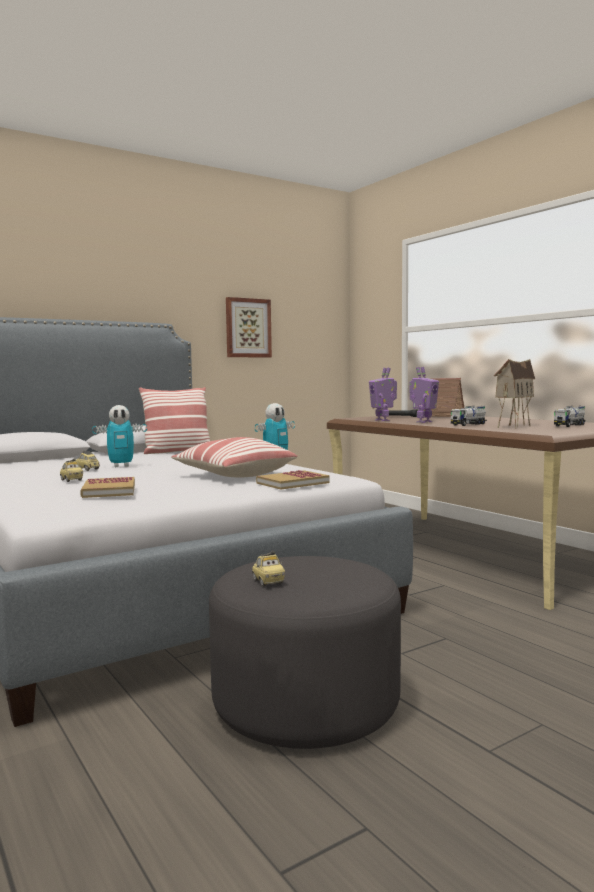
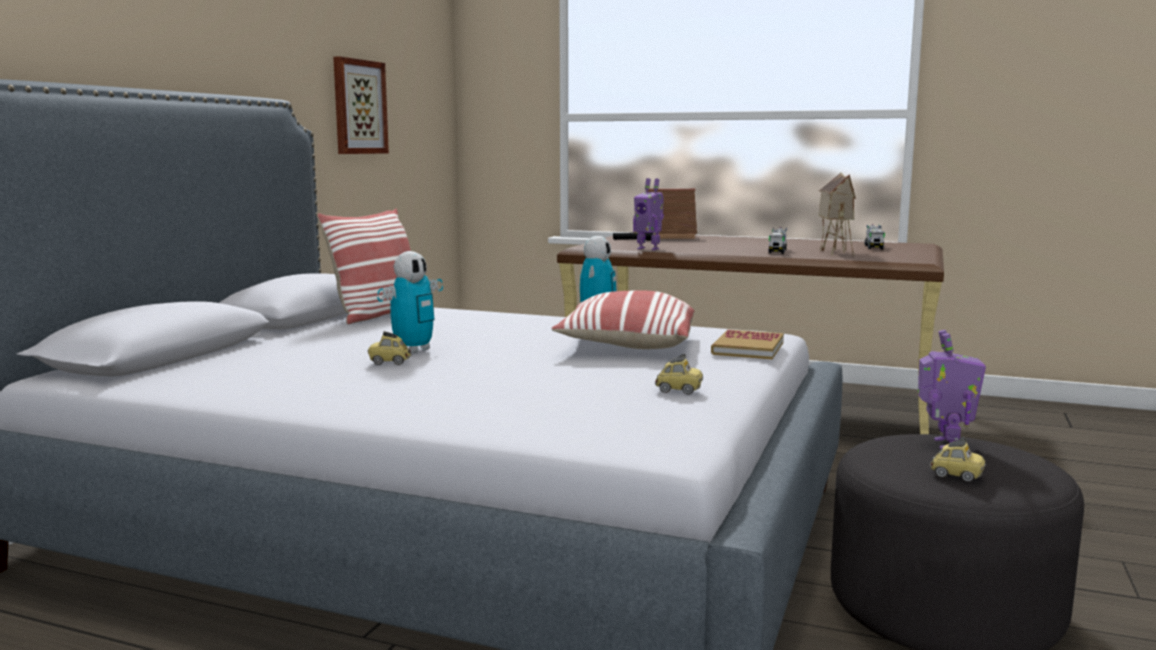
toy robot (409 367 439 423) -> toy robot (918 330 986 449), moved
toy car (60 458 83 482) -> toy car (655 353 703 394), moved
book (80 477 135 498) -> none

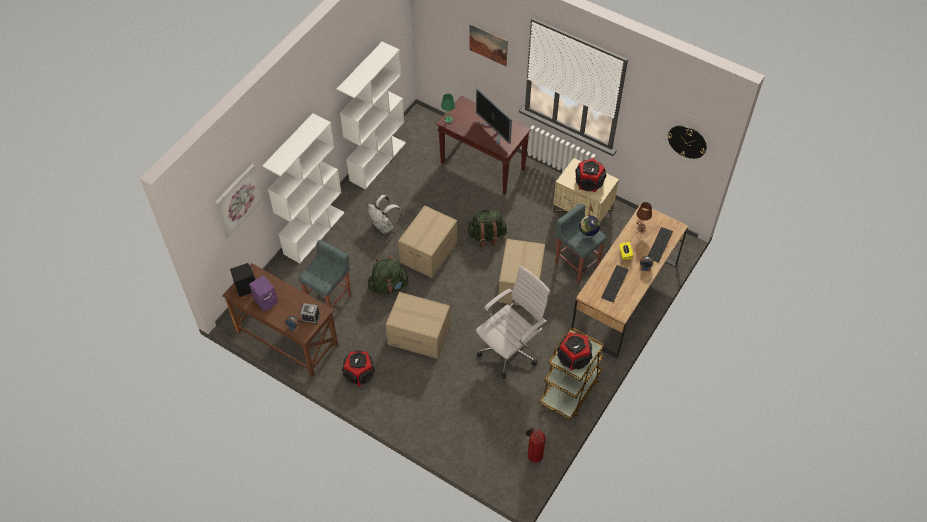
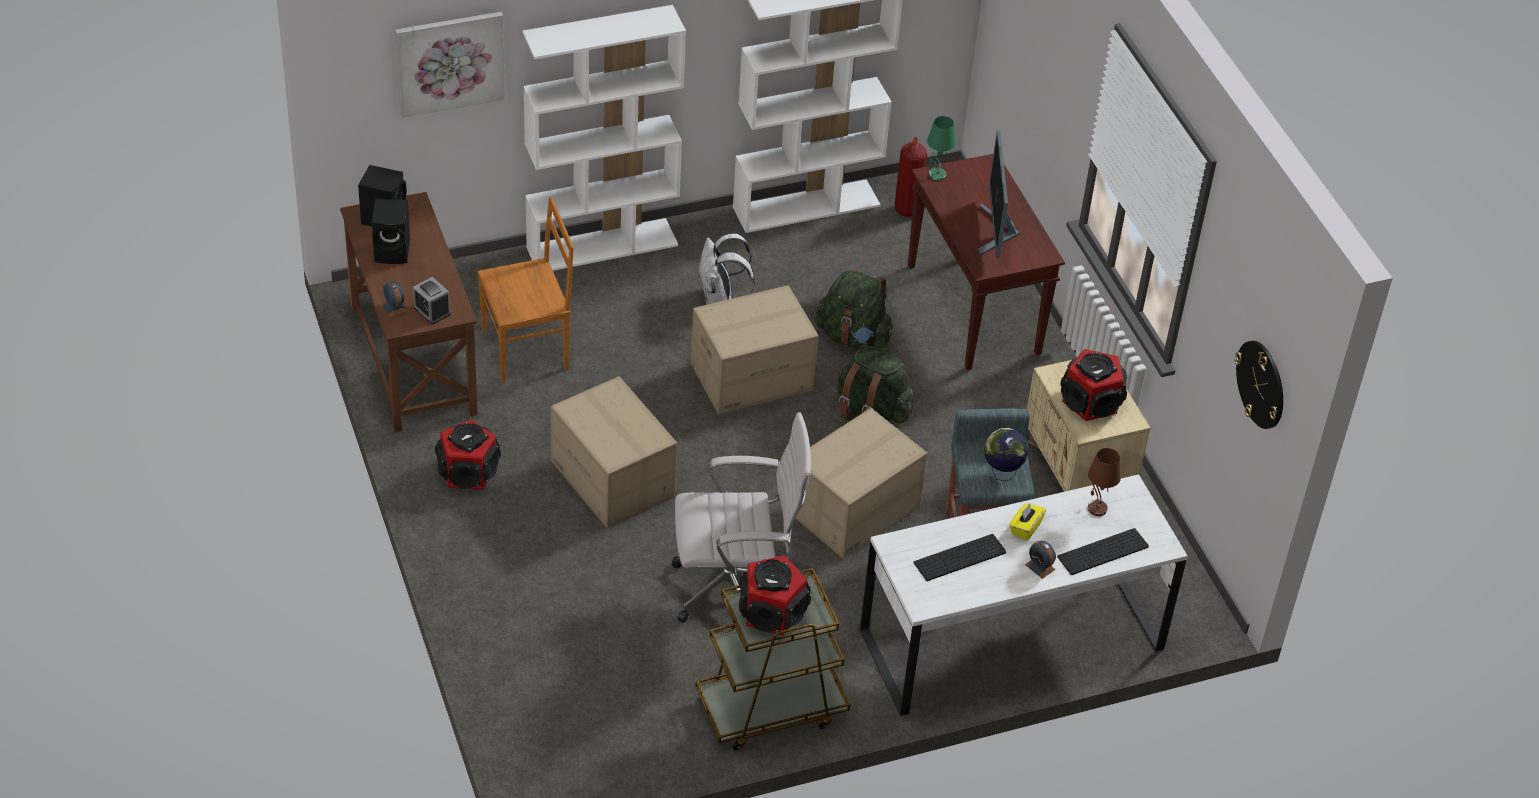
picture (469 24 508 66) -> none
desk/brown (571 203 688 359) -> desk/white (860 474 1187 716)
stool/grey (299 240 352 308) -> chair/brown (478 196 574 383)
backpack/green (368 255 409 295) -> backpack/green (815 270 893 349), moved
speaker/purple (249 275 278 311) -> speaker/black (372 199 410 264)
fire extinguisher (526 428 546 463) -> fire extinguisher (895 137 927 217), moved

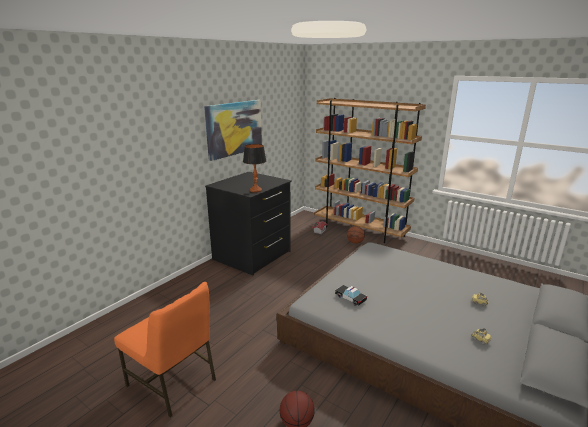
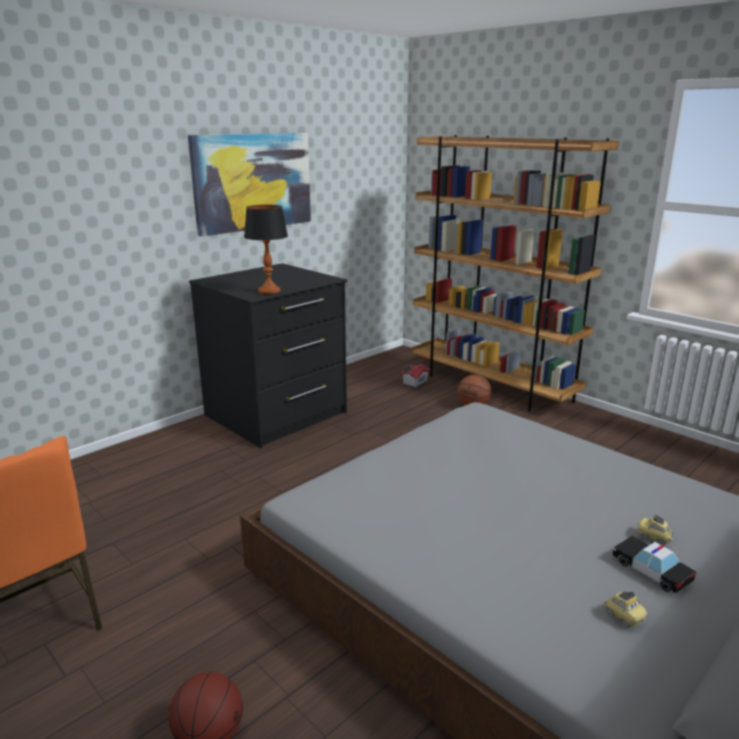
toy car (335 285 367 306) -> toy car (613 536 696 594), moved

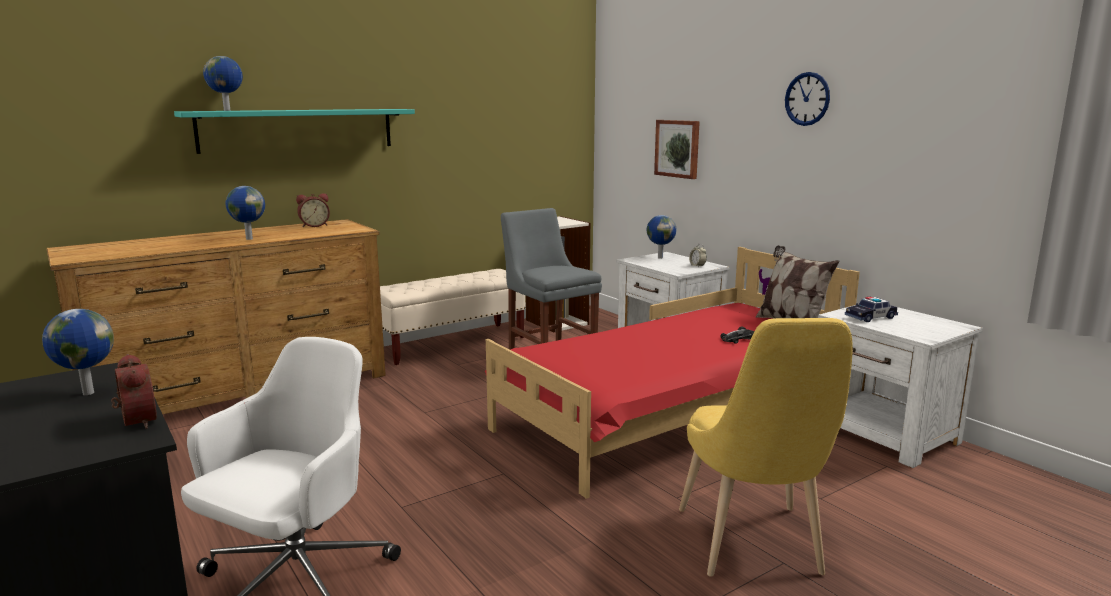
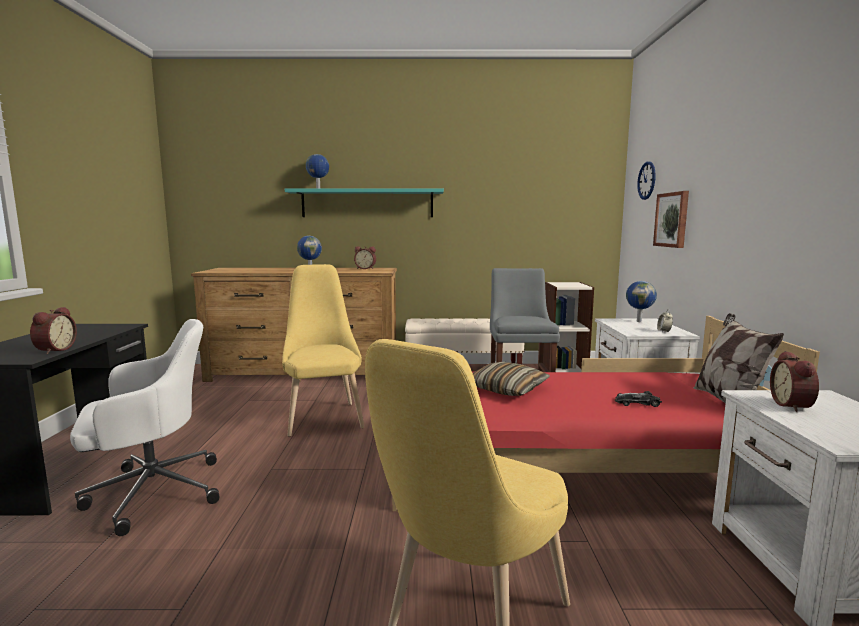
wall clock (785 72 830 126) -> wall clock (637 161 655 200), moved
toy car (845 297 898 322) -> alarm clock (770 351 819 412)
globe (42 309 114 395) -> none
none -> chair/yellow (282 264 364 437)
none -> pillow (473 362 550 396)

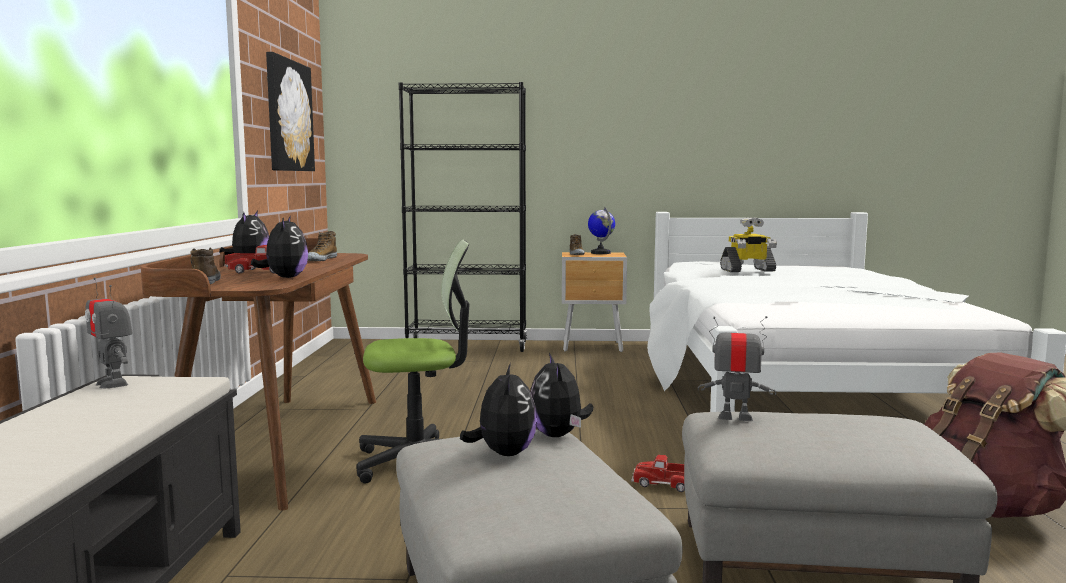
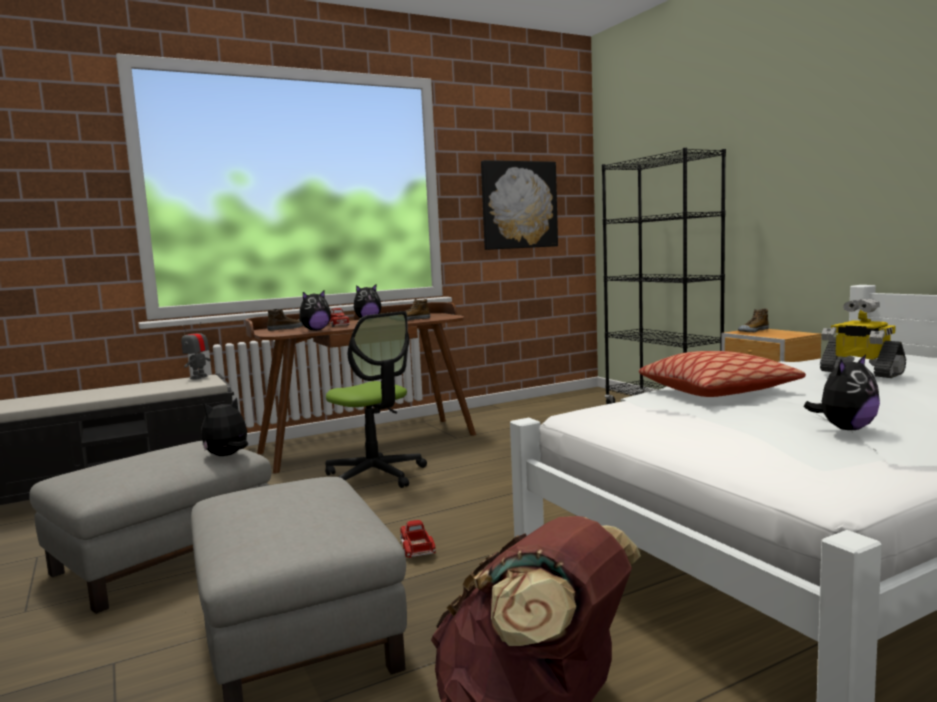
globe (588 207 615 254) -> none
toy robot (698 316 776 421) -> none
plush toy (460 363 537 456) -> plush toy (804 354 880 430), moved
none -> pillow (639 351 806 397)

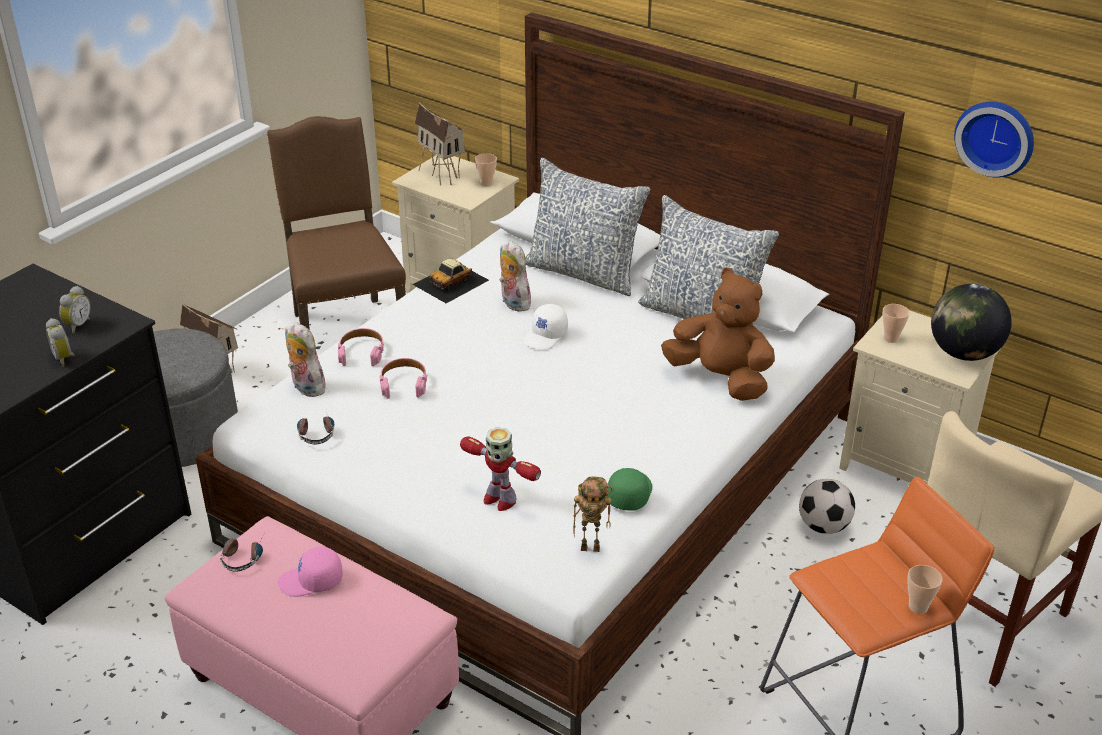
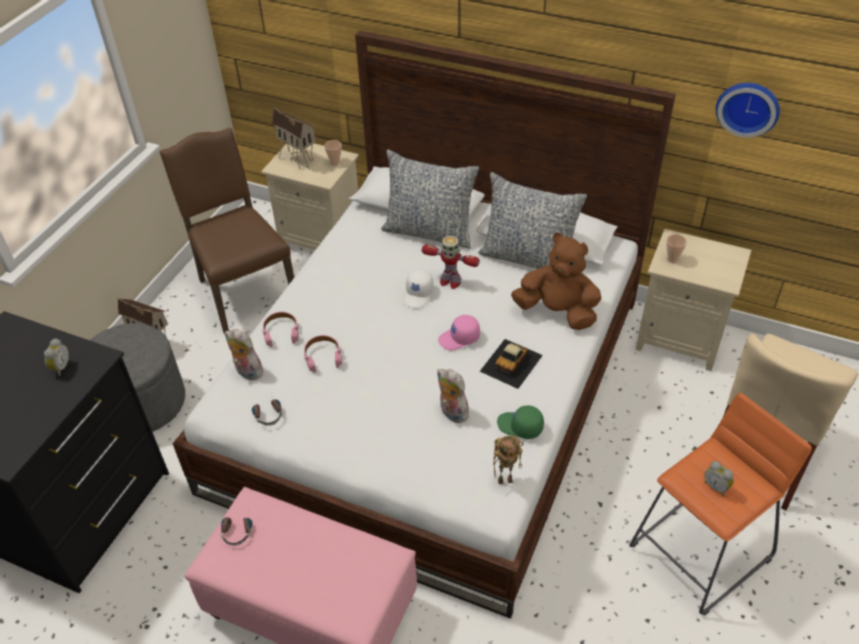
plush toy (499 241 531 312) -> plush toy (437 369 469 423), moved
toy car (412 259 489 303) -> toy car (480 339 543 389), moved
globe (931 284 1012 361) -> none
alarm clock (46 318 75 367) -> alarm clock (704 461 734 496), moved
toy robot (460 427 541 511) -> toy robot (422 236 480 289), moved
cap/green (607 468 652 511) -> cap/green (497 405 544 439), 75 degrees counterclockwise
football (799 479 855 534) -> none
cap/pink (278 546 343 597) -> cap/pink (438 315 480 350), moved
cup (908 565 943 614) -> none

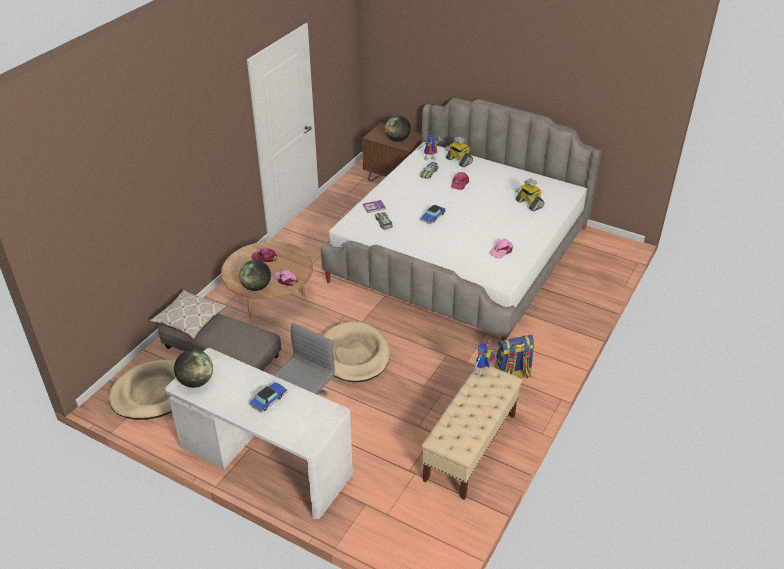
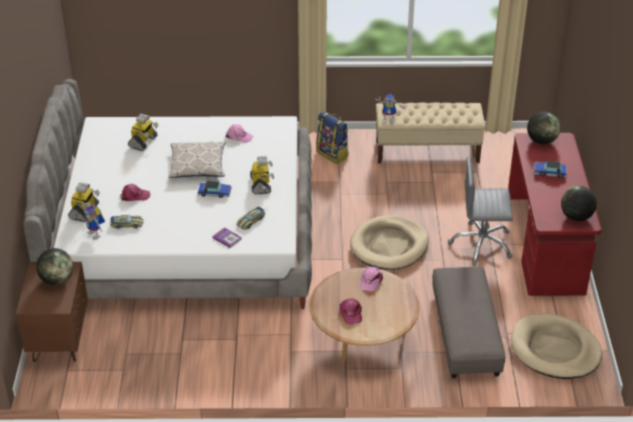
globe (239 260 271 291) -> globe (527 111 560 144), moved
pillow (150 290 227 339) -> pillow (168 141 226 178), moved
desk/white (165 348 353 519) -> desk/red (508 133 602 296)
none -> toy robot (250 156 274 194)

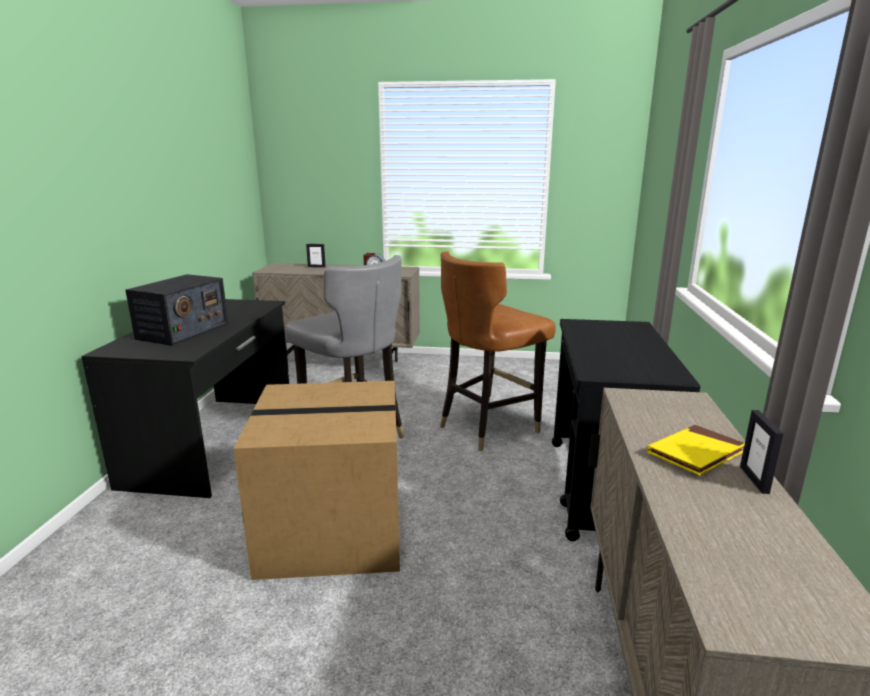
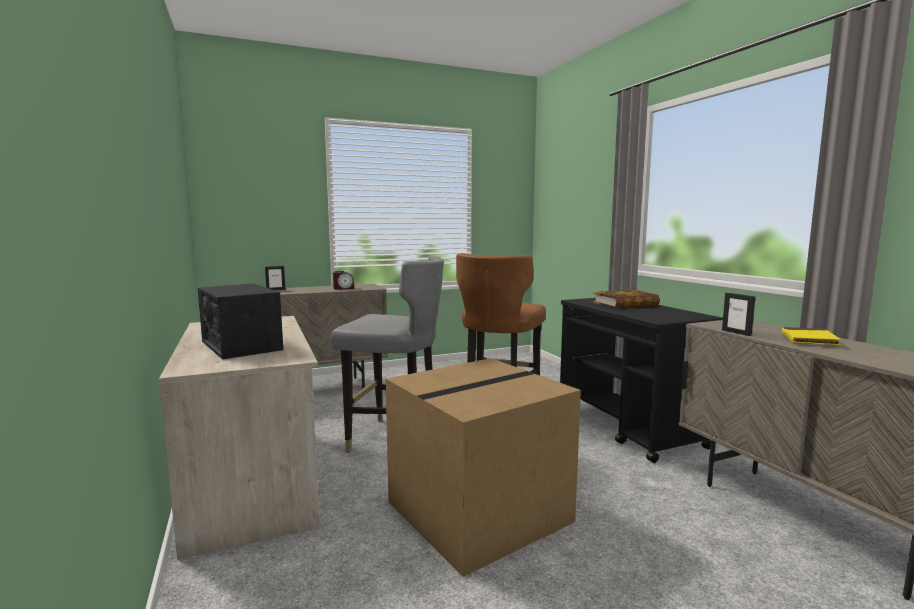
radio (126 274 228 346) -> radio (198 283 283 360), 150 degrees clockwise
desk/black (81 299 289 498) -> desk/beige (159 316 320 560)
picture frame (740 410 784 494) -> picture frame (722 293 755 336), moved
none -> book (593 290 660 308)

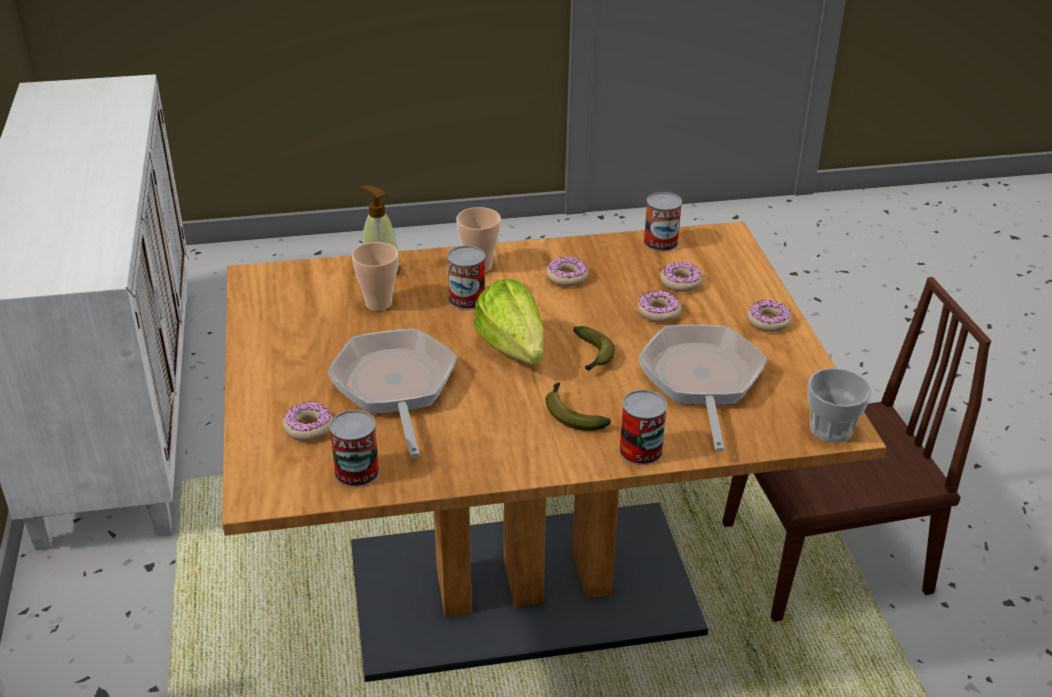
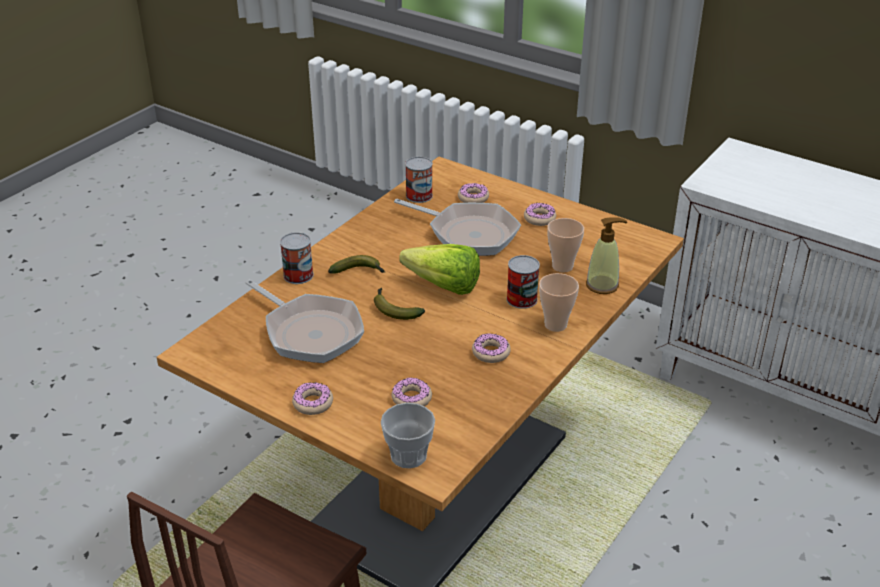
can (644 192 682 252) -> none
donut (637 290 681 323) -> donut (524 203 556 226), moved
cup (808 368 872 443) -> cup (381 403 435 468), moved

